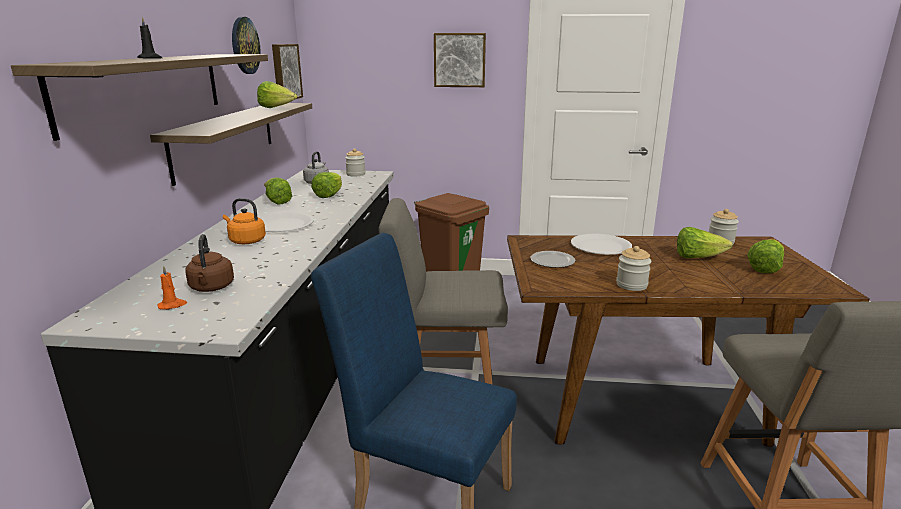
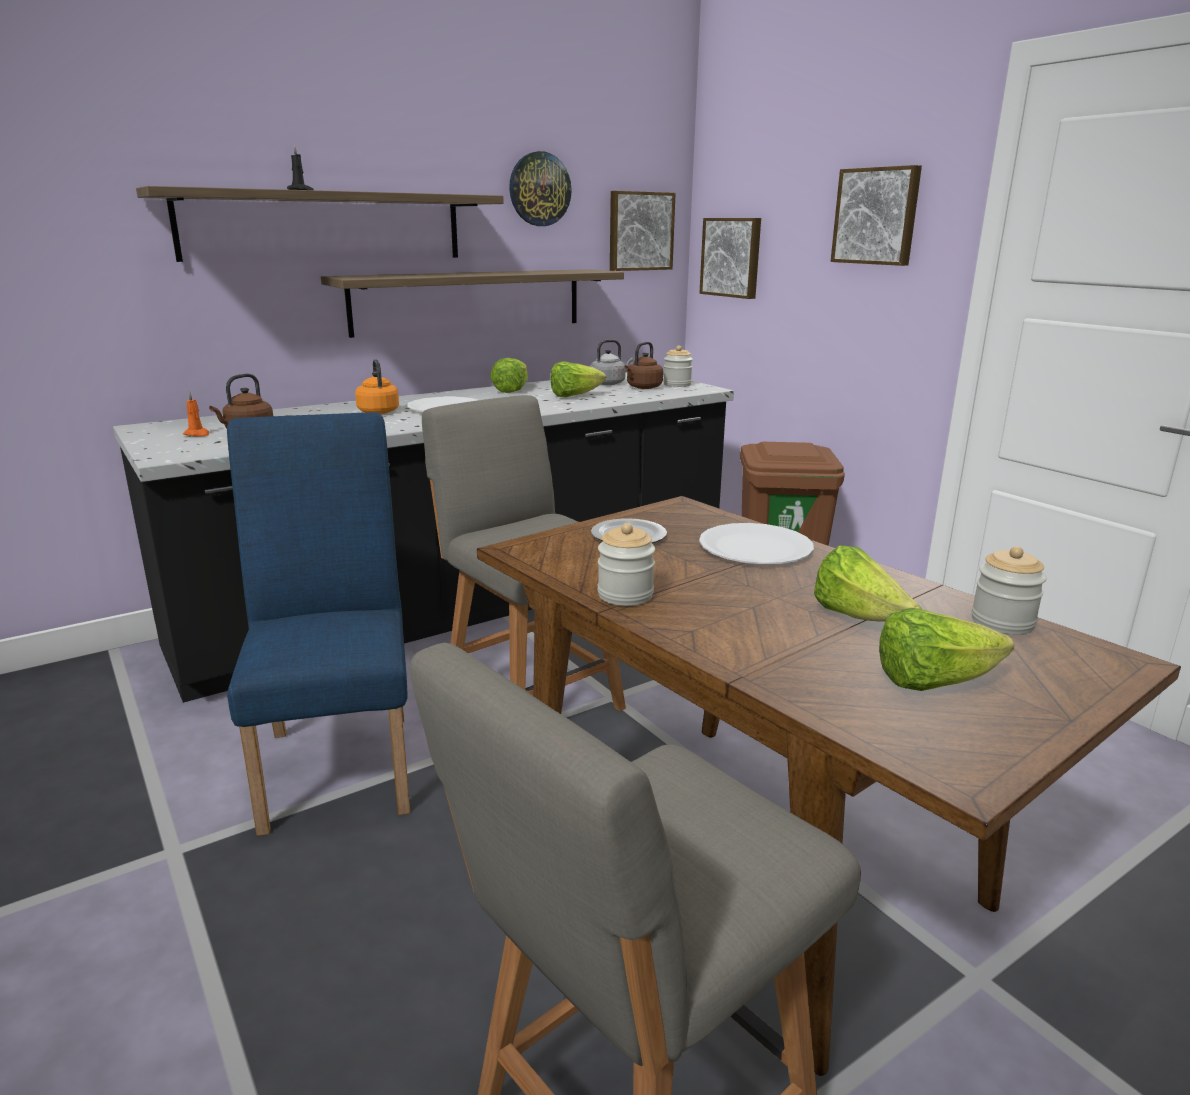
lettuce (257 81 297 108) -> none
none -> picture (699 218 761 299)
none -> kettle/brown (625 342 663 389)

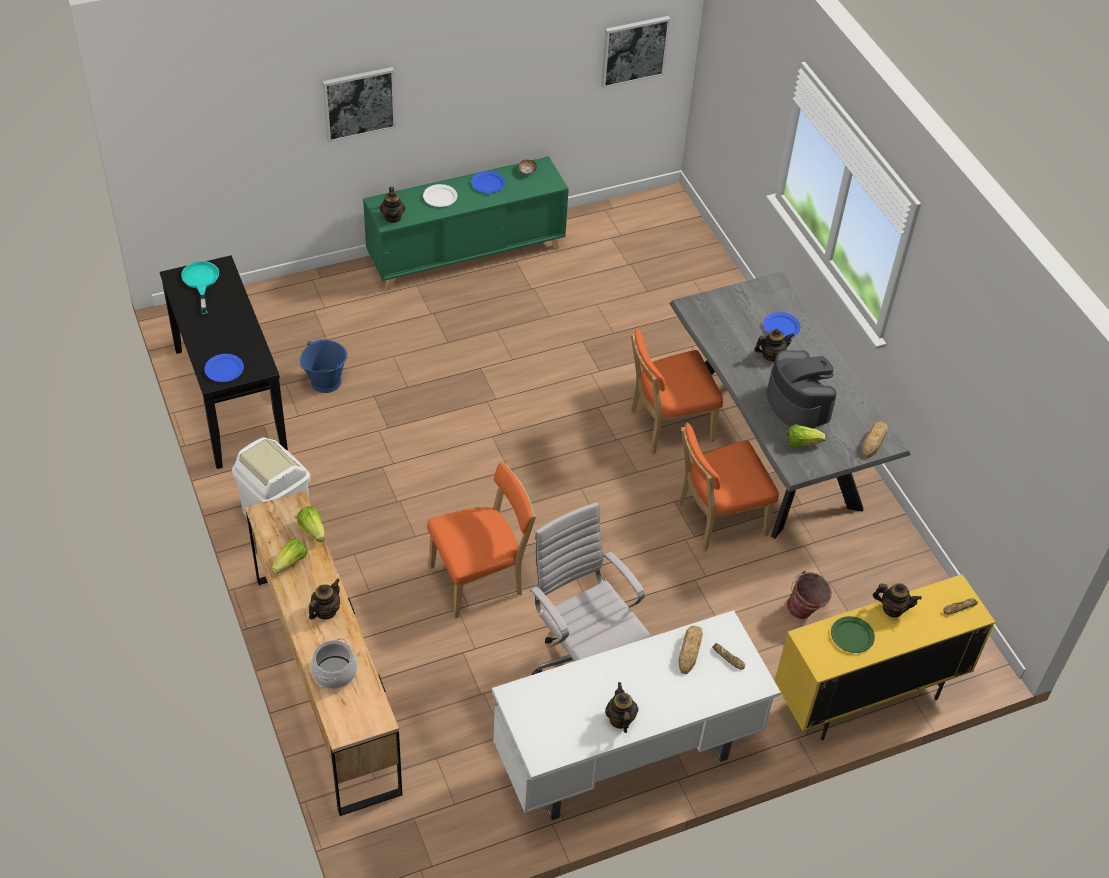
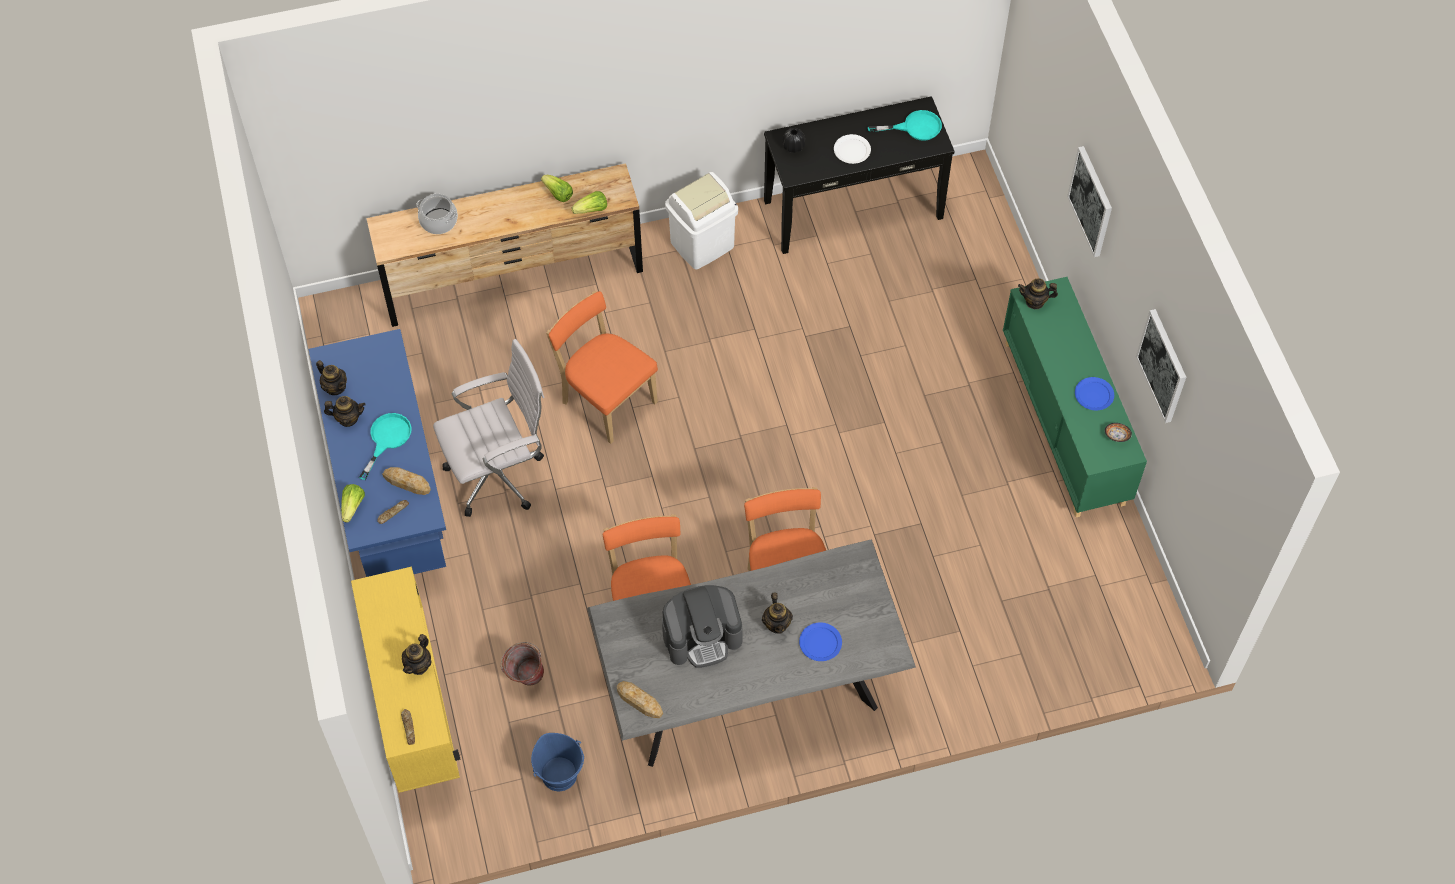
picture (601 16 670 88) -> picture (1136 309 1186 423), moved
plate/white (423 184 457 207) -> plate/white (834 134 871 164), moved
bucket/blue (300 339 348 393) -> bucket/blue (531 733 584 791), moved
plate/blue (204 354 244 382) -> vase/black (782 128 805 153)
lettuce (787 424 826 447) -> lettuce (341 484 365 523), moved
chair/orange (427 462 536 619) -> chair/orange (546 291 658 444), 150 degrees clockwise
teapot (309 578 340 620) -> teapot (316 360 347 395), moved
desk/white (492 610 781 820) -> desk/blue (309 329 446 577)
plate/green (831 616 875 653) -> none
none -> frying pan/turquoise (359 413 411 480)

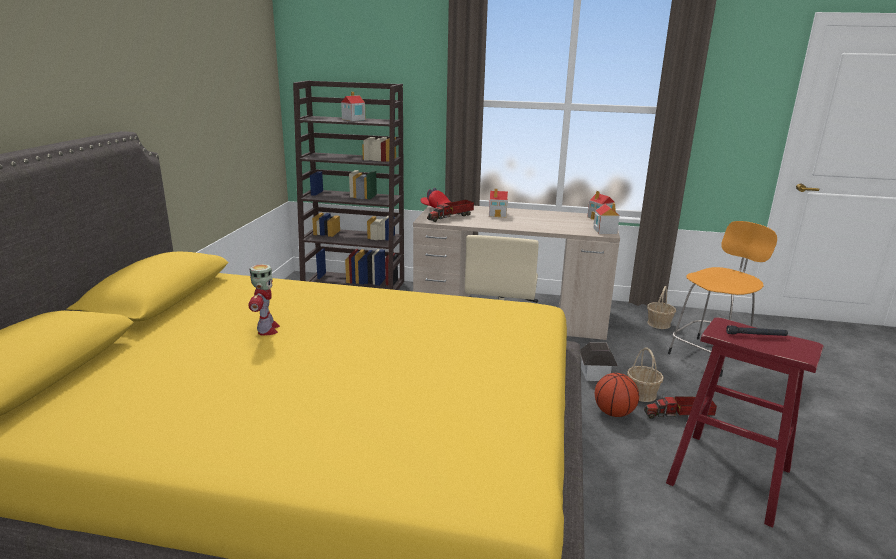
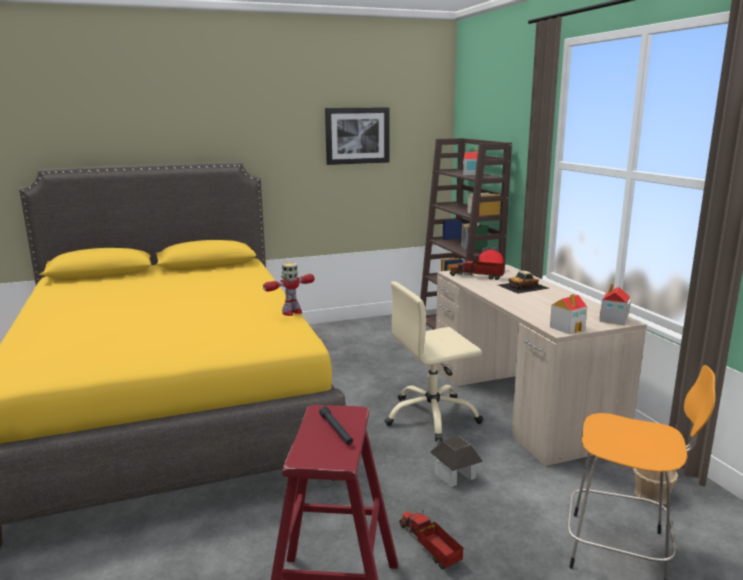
toy house (489 188 508 217) -> toy car (498 271 549 294)
toy robot (248 264 280 335) -> toy robot (263 262 315 316), moved
basket (627 347 664 402) -> none
basketball (595 373 639 417) -> none
none -> picture (325 107 389 165)

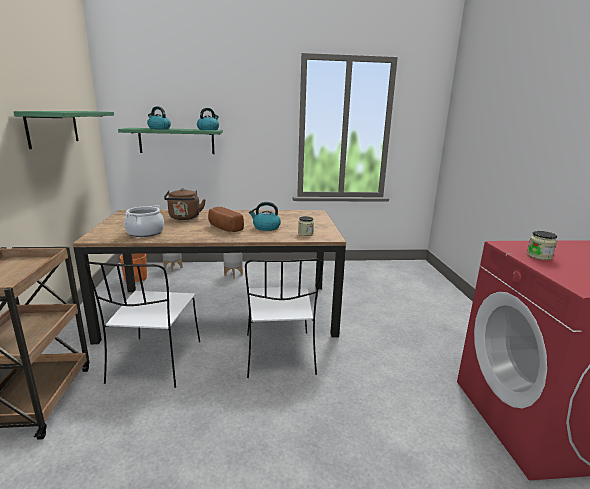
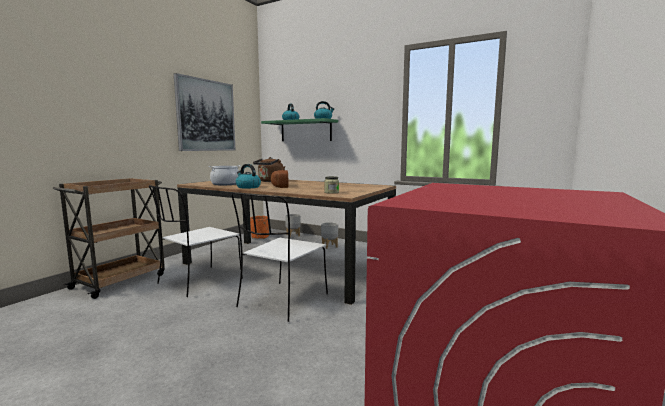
shelf/green (14 111 114 149) -> picture (174 73 235 151)
kettle (249 202 281 231) -> kettle (236 164 261 189), moved
jar (527 231 557 260) -> none

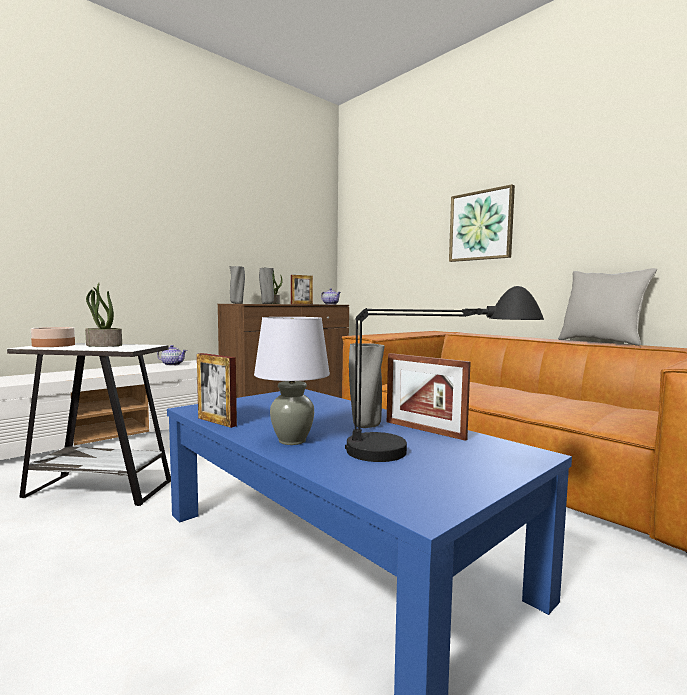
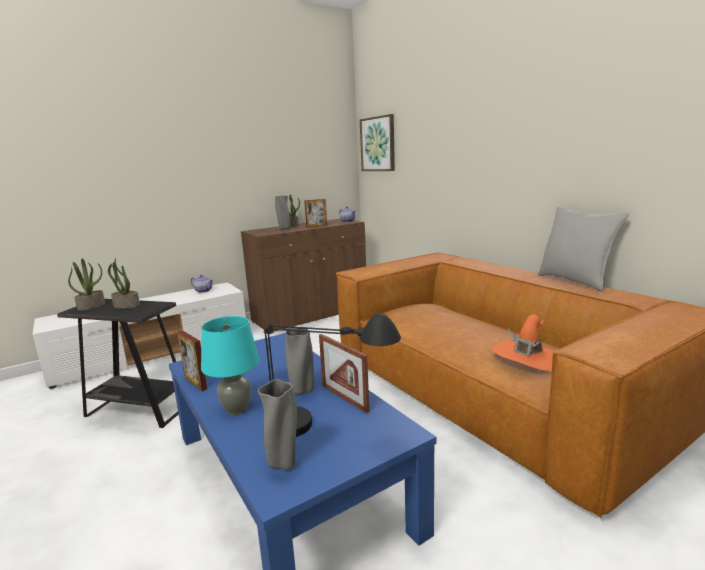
picture (449 184 515 262) -> picture (360 114 395 171), moved
vase/grey (229 266 245 304) -> vase/grey (258 379 297 470), moved
table lamp/grey (254 317 330 445) -> table lamp/turquoise (201 316 260 415)
bowl (31 327 75 347) -> potted plant (68 258 105 311)
side table/white (7 343 171 506) -> side table/black (57 299 179 428)
none -> hat/orange (491 314 555 371)

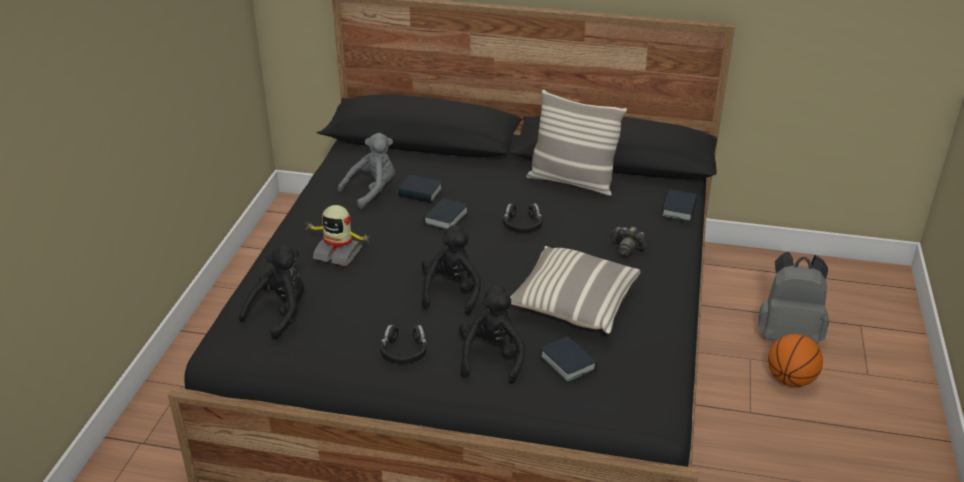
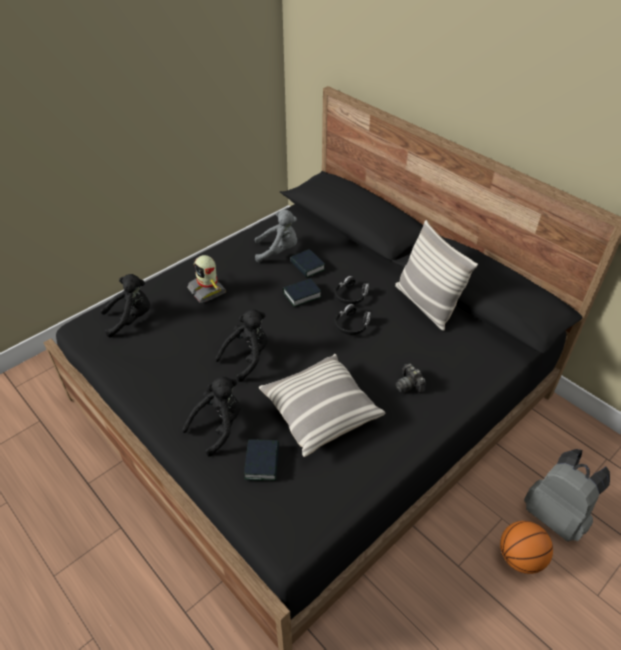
book (661 190 698 222) -> none
headphones/black (380 325 427 364) -> headphones/black (334 276 369 304), moved

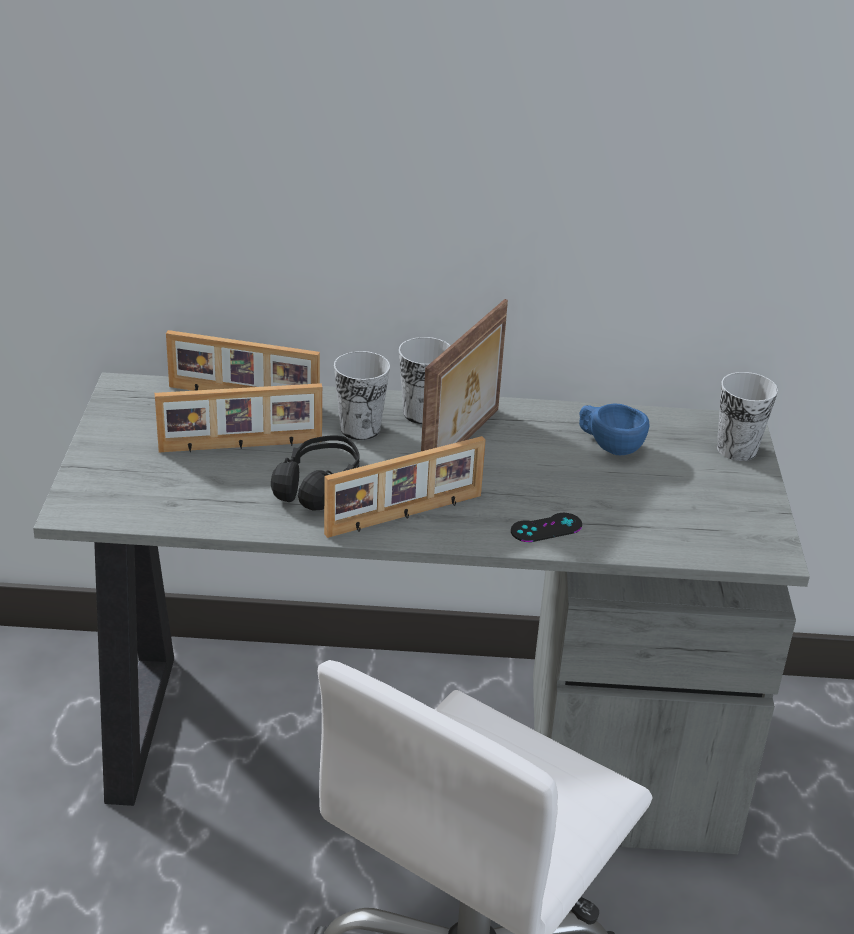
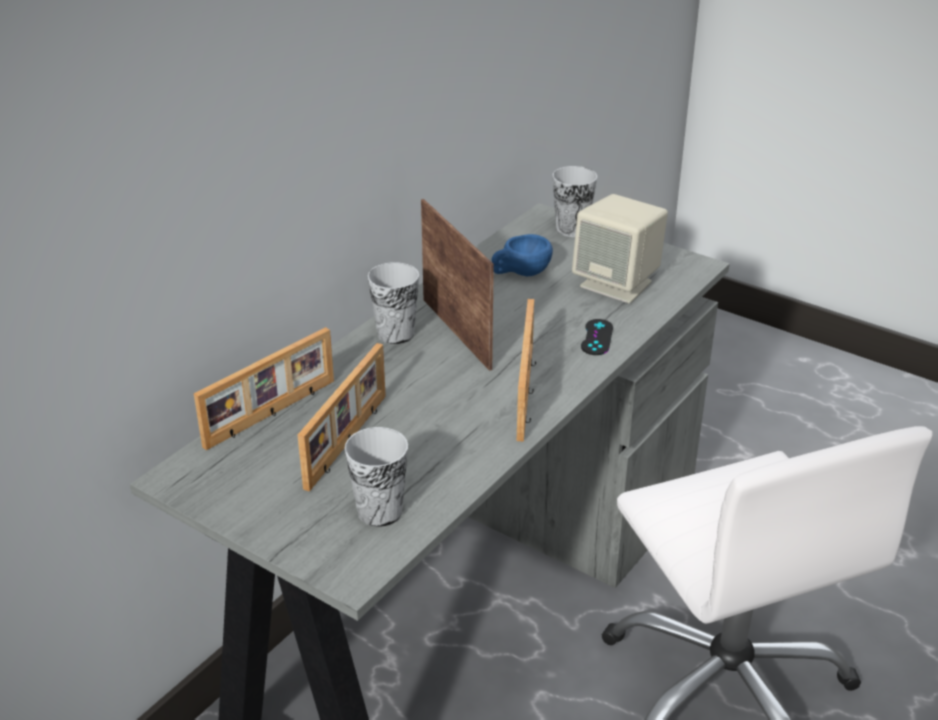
cup (334 351 390 440) -> cup (344 427 408 527), moved
headphones/black (271 435 360 511) -> none
none -> speaker/beige (572 194 668 303)

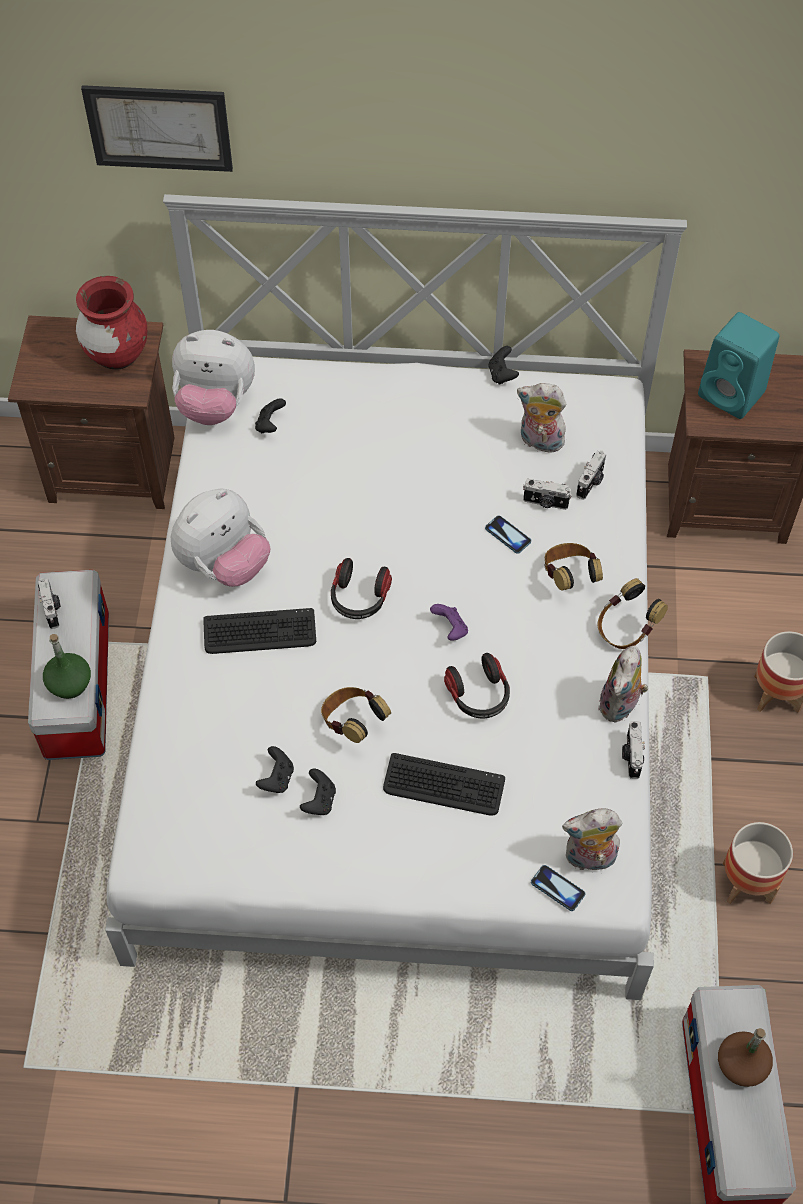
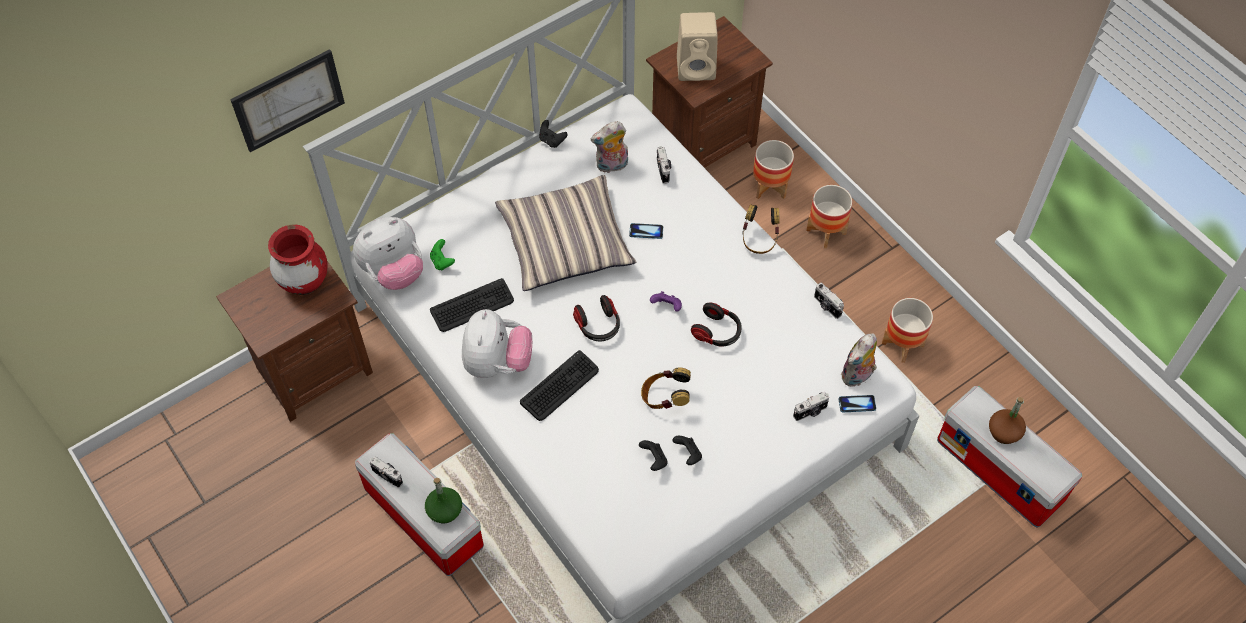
speaker/turquoise (698 312 779 419) -> speaker/beige (677 12 718 81)
game controller/black (255 398 286 433) -> game controller/green (430 239 455 270)
photo camera (523 479 572 510) -> photo camera (793 392 829 421), moved
headphones (544 543 603 591) -> none
plush toy (598 646 648 723) -> none
keyboard (383 753 505 816) -> keyboard (430 278 514 332), moved
none -> planter (753 140 794 199)
none -> pillow (495 175 636 291)

